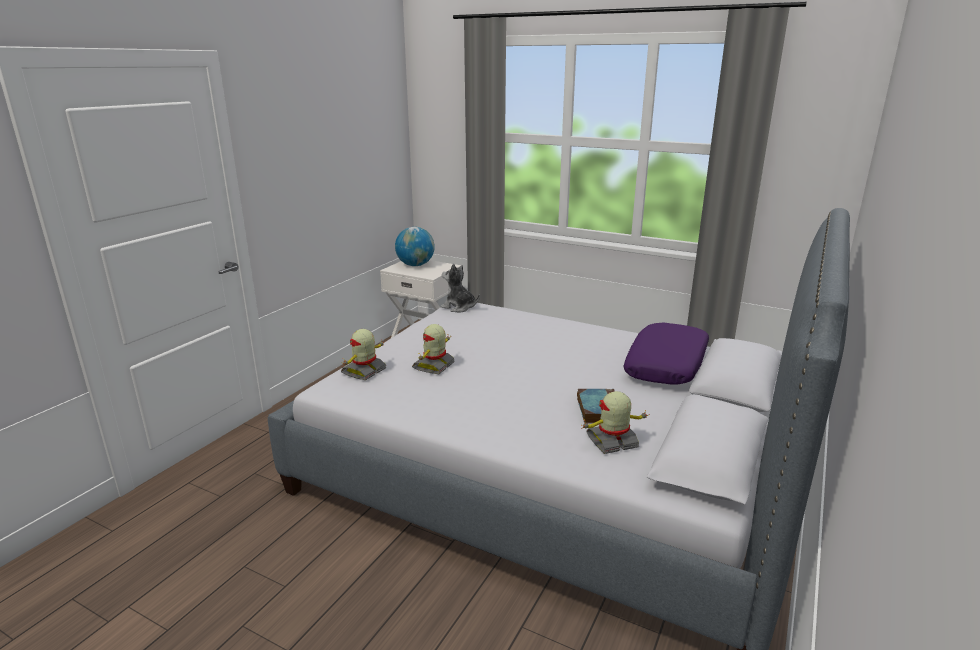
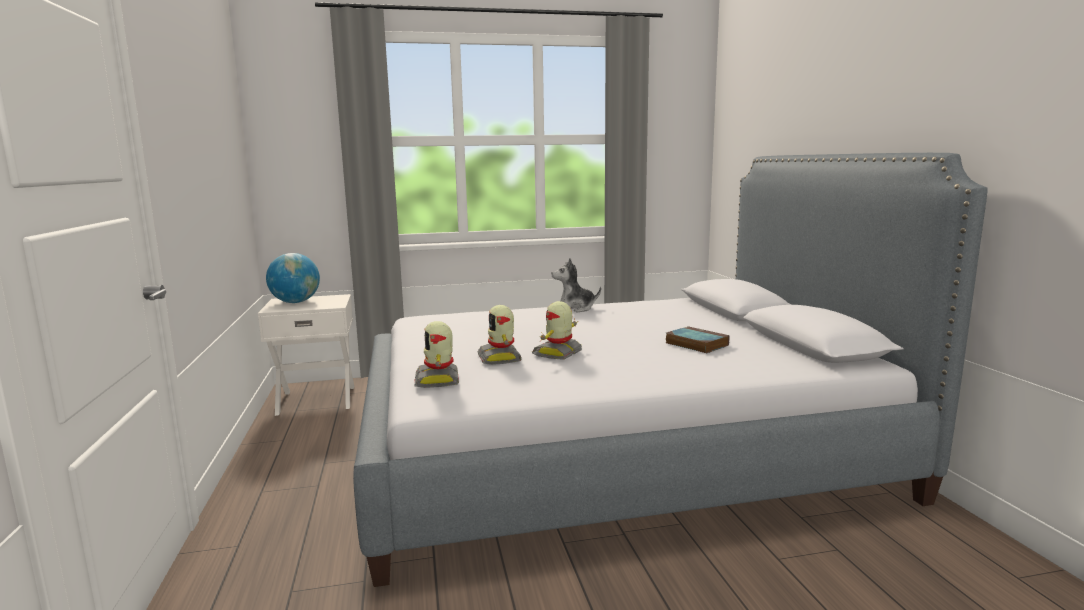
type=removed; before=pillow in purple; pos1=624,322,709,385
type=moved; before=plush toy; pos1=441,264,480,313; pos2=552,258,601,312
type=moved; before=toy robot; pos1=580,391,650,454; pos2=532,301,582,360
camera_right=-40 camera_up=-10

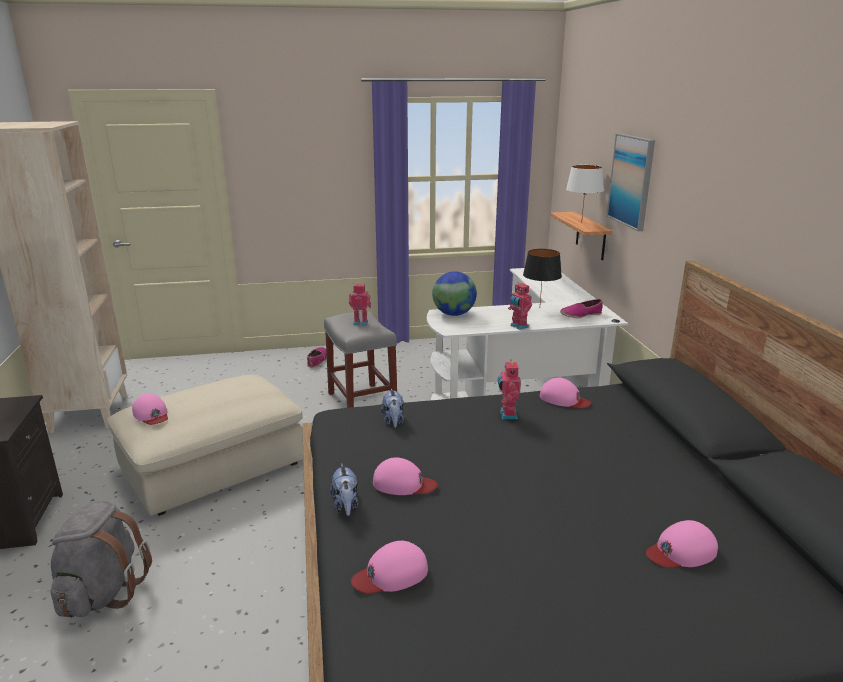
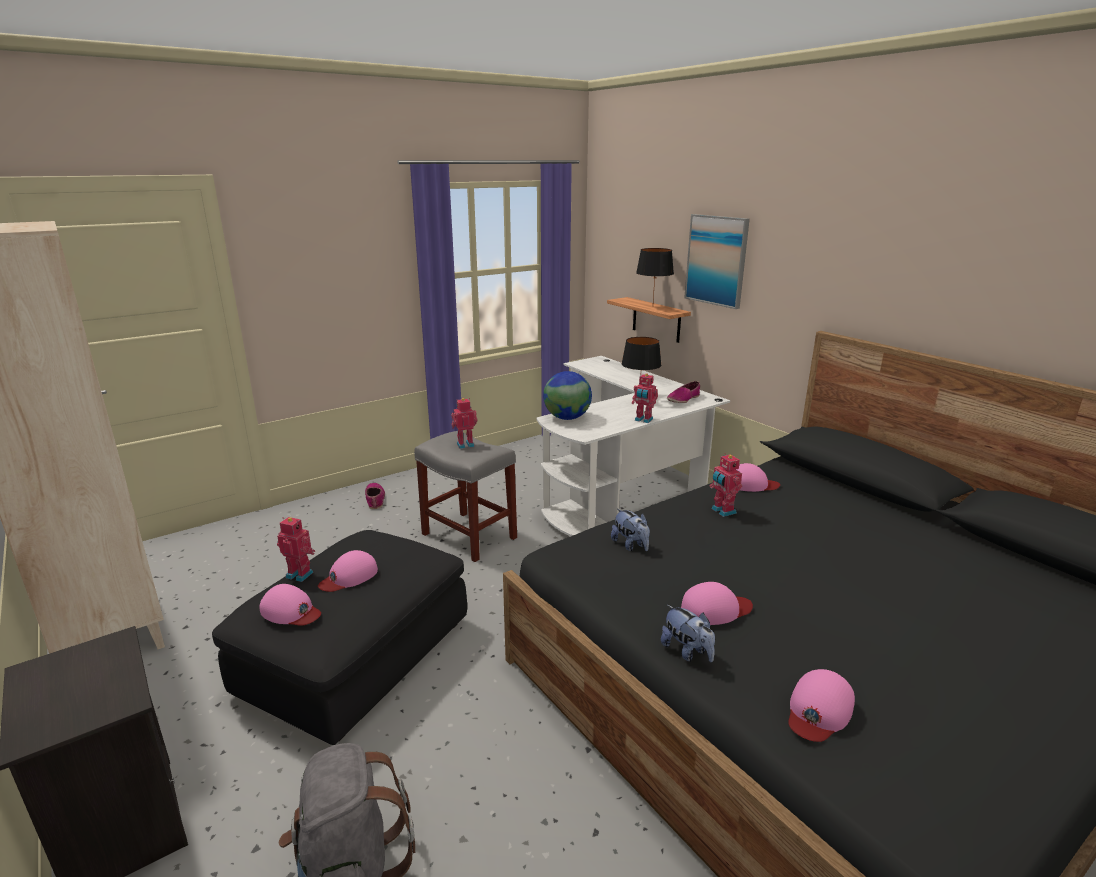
type=added; after=toy robot; pos2=277,517,315,582
type=moved; before=cap in pink; pos1=646,520,718,568; pos2=318,550,378,592
type=recoloured; before=ottoman in beige; after=ottoman in black; pos1=108,375,303,516; pos2=212,530,467,745
type=recoloured; before=table lamp in white; after=table lamp in black; pos1=566,165,604,223; pos2=636,248,674,301
camera_right=-25 camera_up=0

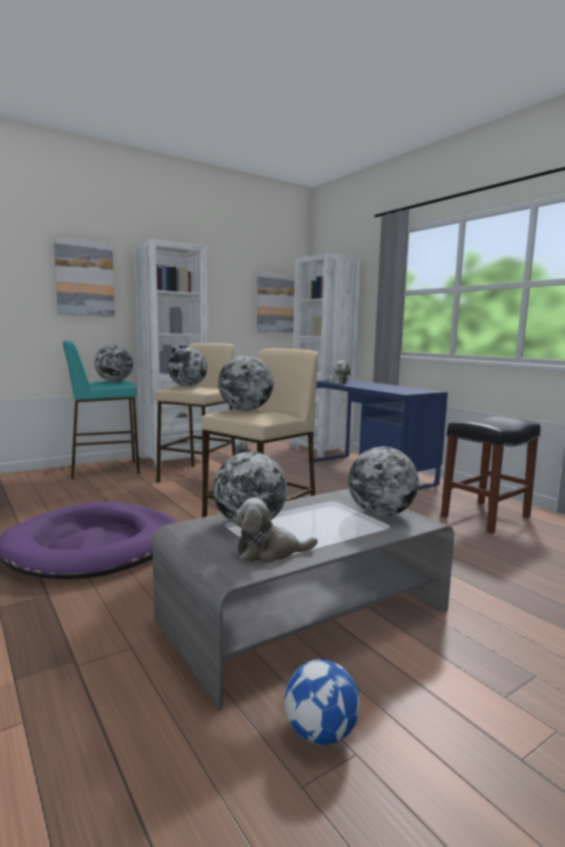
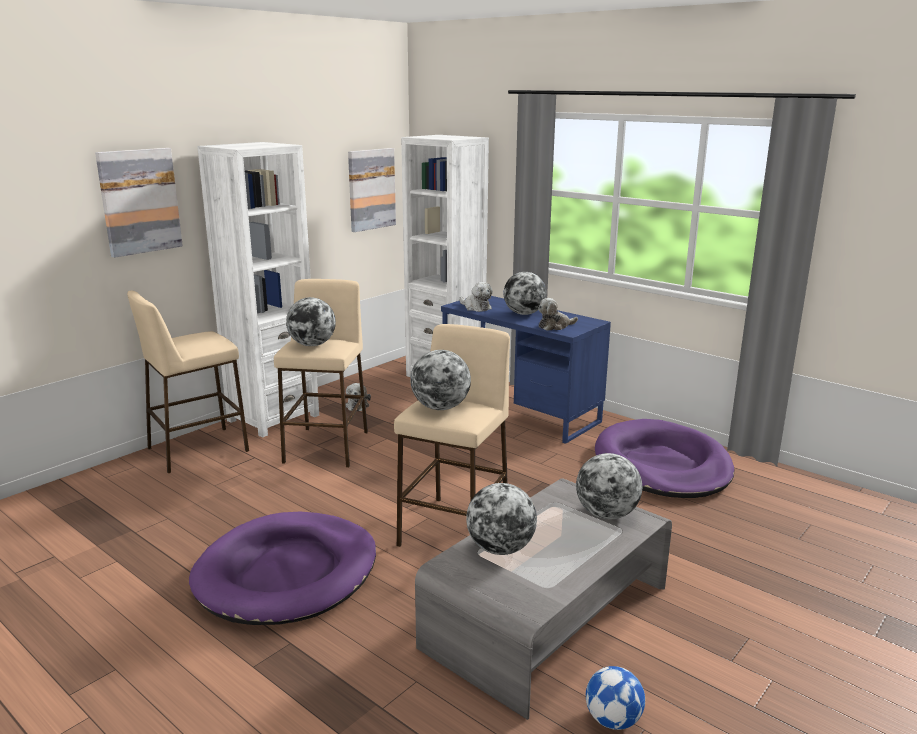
type=moved; before=globe; pos1=95,345,133,382; pos2=504,272,546,315
type=moved; before=plush toy; pos1=233,498,318,563; pos2=538,298,578,331
type=replaced; before=stool in black; after=dog bed in purple; pos1=441,416,541,534; pos2=595,419,734,498
type=recoloured; before=stool in turquoise; after=stool in beige; pos1=63,340,140,479; pos2=127,291,249,473
camera_right=-15 camera_up=10

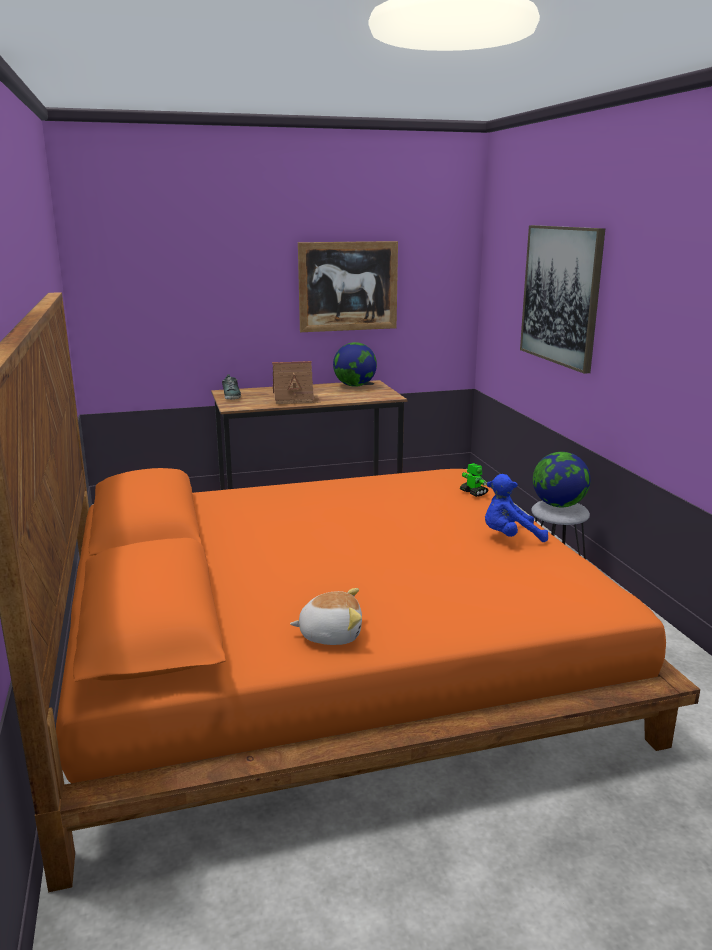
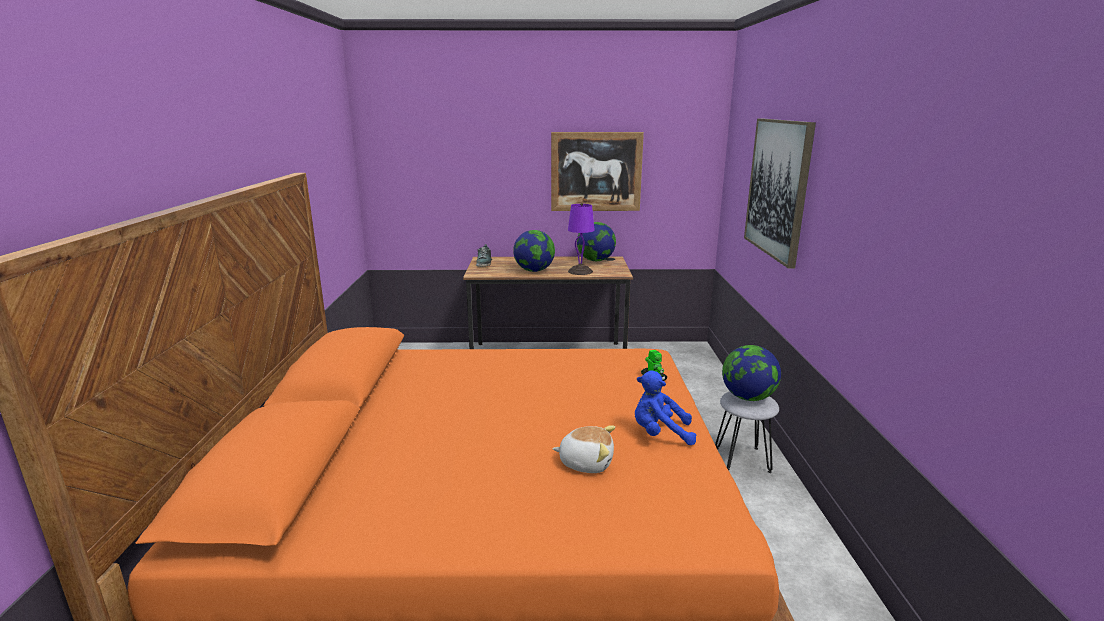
type=added; after=table lamp in purple; pos2=568,203,595,275
type=moved; before=plush toy; pos1=290,588,362,645; pos2=552,425,615,473
type=replaced; before=toy house; after=globe; pos1=272,361,321,405; pos2=513,230,555,272
camera_right=15 camera_up=0

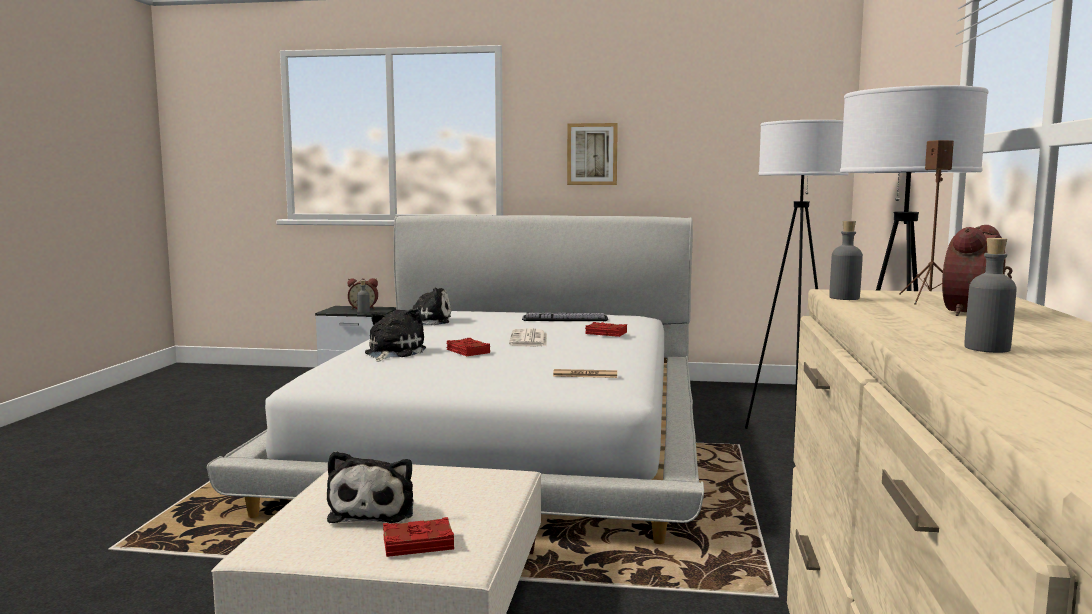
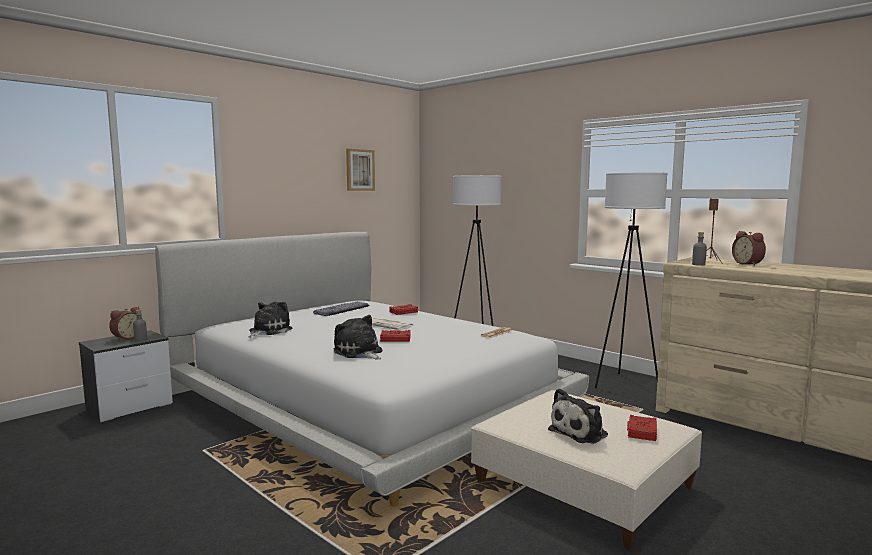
type=removed; before=bottle in grey; pos1=964,238,1017,353
type=moved; before=picture; pos1=567,123,618,185; pos2=346,149,375,191
type=turned; before=plush toy; pos1=327,451,413,523; pos2=548,388,608,444; turn=105
camera_right=-55 camera_up=0

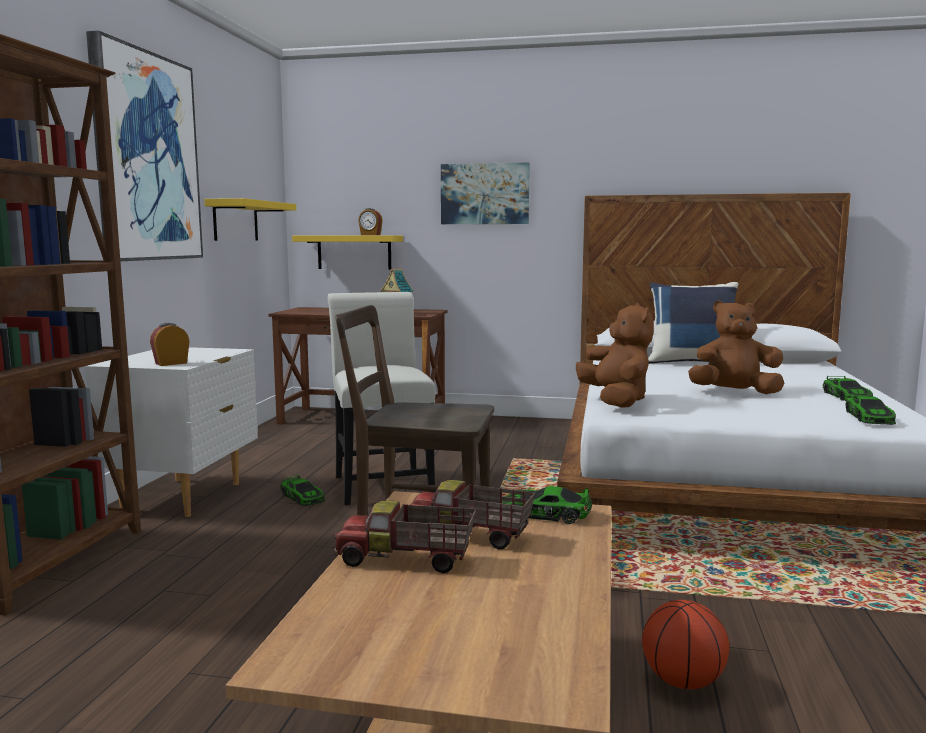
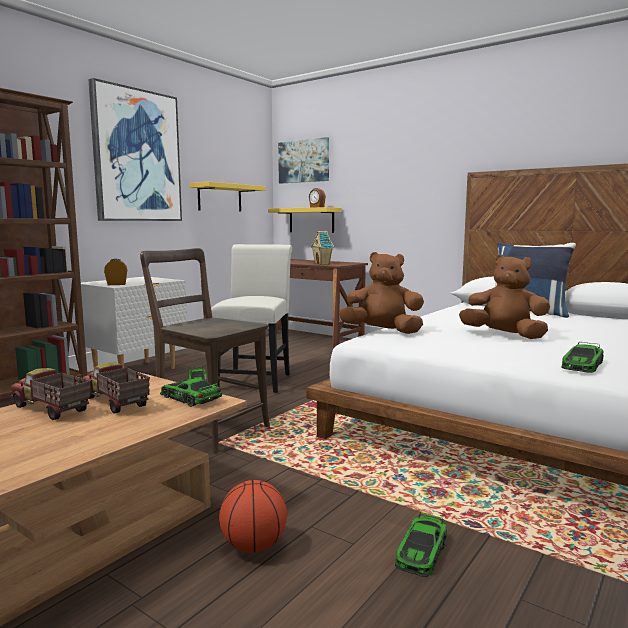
type=moved; before=picture; pos1=441,162,530,224; pos2=278,137,329,183
type=moved; before=toy car; pos1=823,376,873,401; pos2=395,513,447,577
type=turned; before=plush toy in brown; pos1=576,303,654,407; pos2=339,252,424,334; turn=-90
camera_right=25 camera_up=0

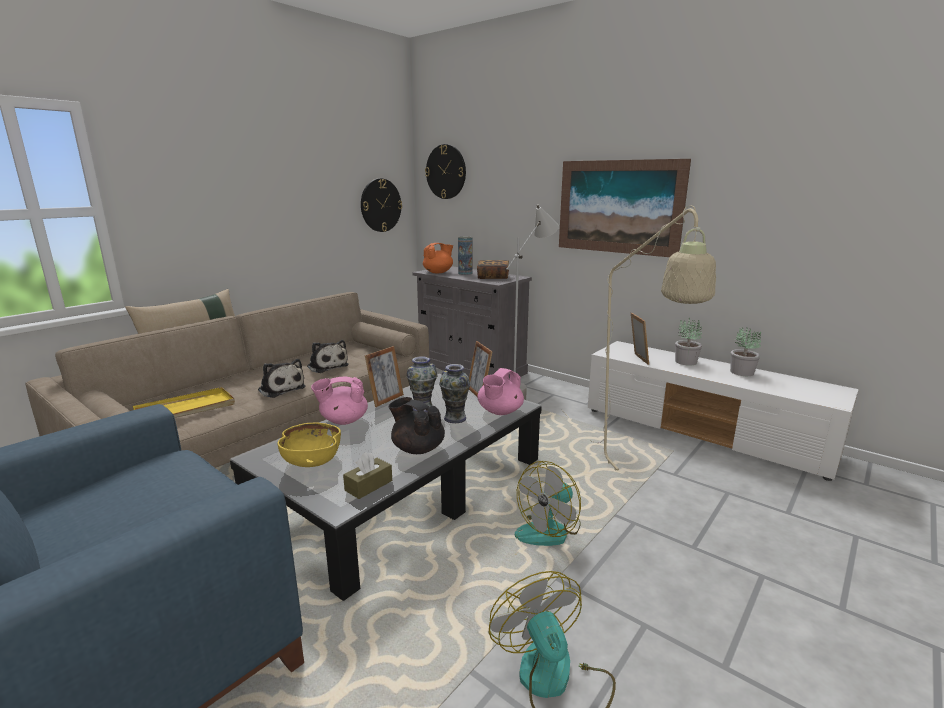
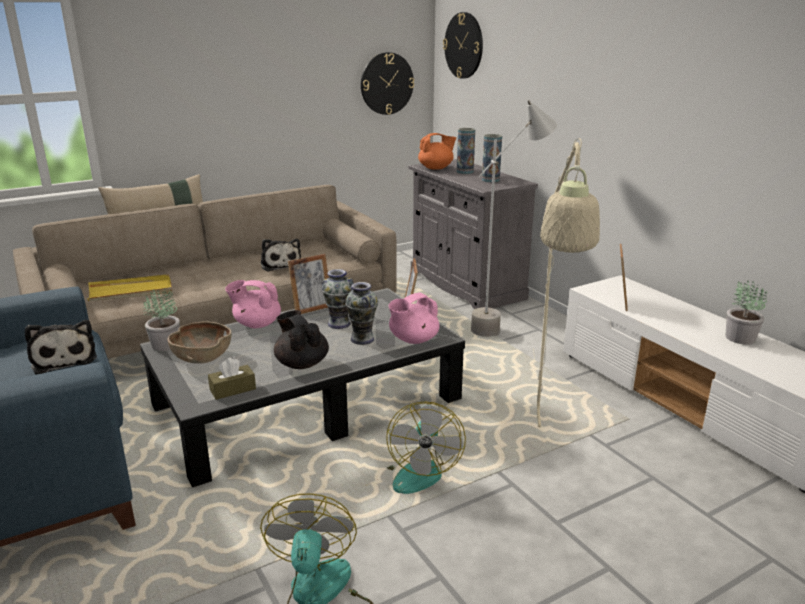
type=removed; before=picture; pos1=559,159,691,257
type=moved; before=plush toy; pos1=258,359,306,398; pos2=25,320,97,375
type=moved; before=potted plant; pos1=675,318,702,366; pos2=143,290,180,351
type=replaced; before=book; after=vase; pos1=477,260,509,279; pos2=482,134,502,183
type=recoloured; before=bowl in yellow; after=bowl in brown; pos1=277,422,341,467; pos2=167,322,232,364
type=turned; before=fan; pos1=515,461,581,546; pos2=386,401,466,494; turn=-60
camera_right=20 camera_up=5

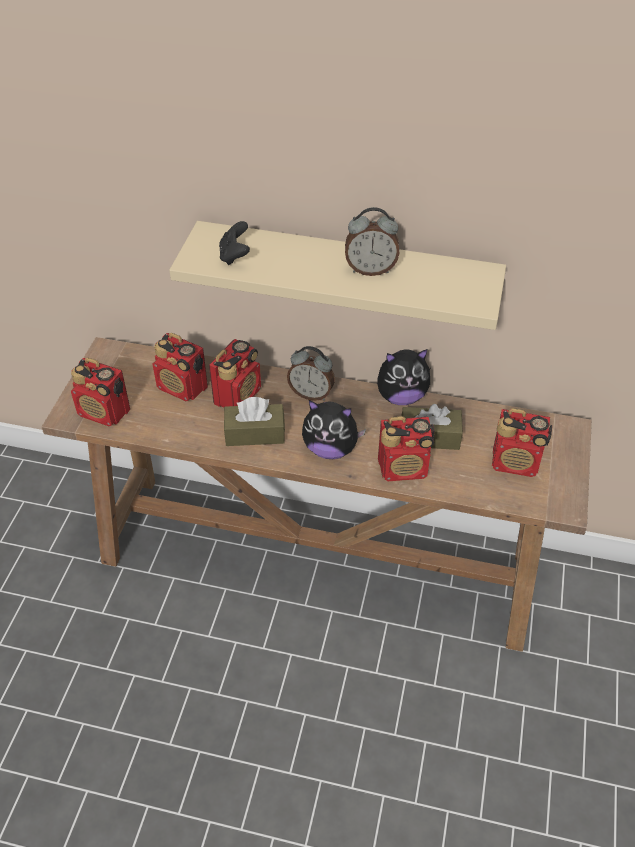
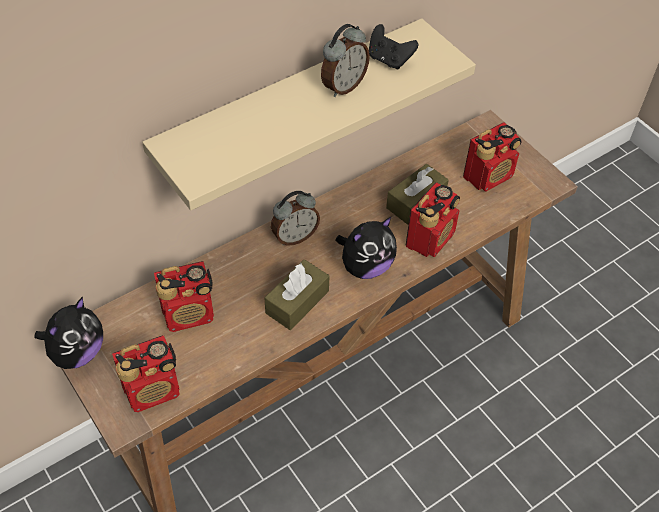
type=removed; before=radio; pos1=209,339,261,407
type=moved; before=game controller in black; pos1=219,221,250,265; pos2=369,24,418,69
type=moved; before=plush toy; pos1=377,349,430,405; pos2=35,296,103,369
camera_right=-50 camera_up=5

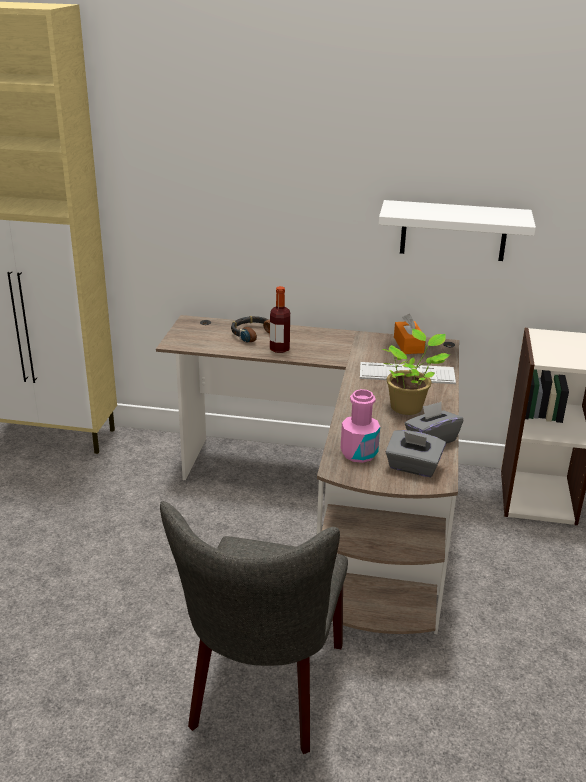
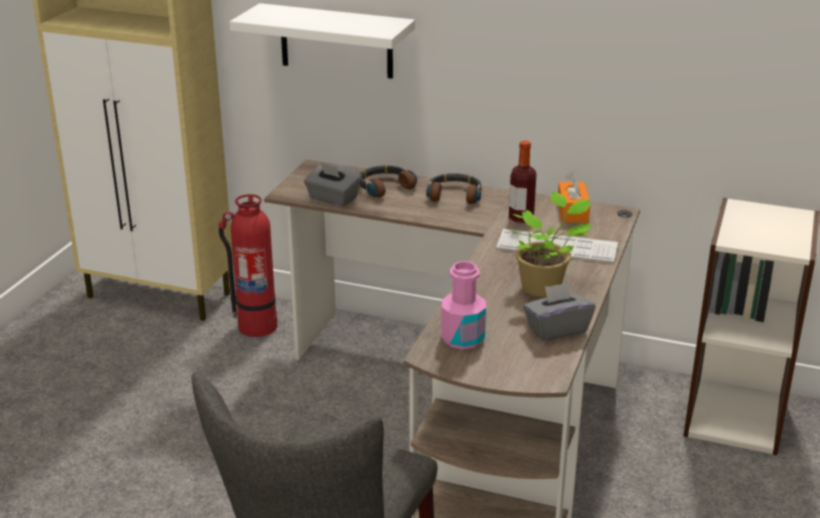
type=added; after=fire extinguisher; pos2=218,194,277,337
type=added; after=headphones; pos2=426,173,482,204
type=moved; before=bottle; pos1=270,286,290,353; pos2=509,141,536,223
type=moved; before=shelf in white; pos1=379,200,536,261; pos2=230,3,415,79
type=moved; before=tissue box in grey; pos1=385,430,446,477; pos2=304,162,361,207
camera_right=10 camera_up=0

